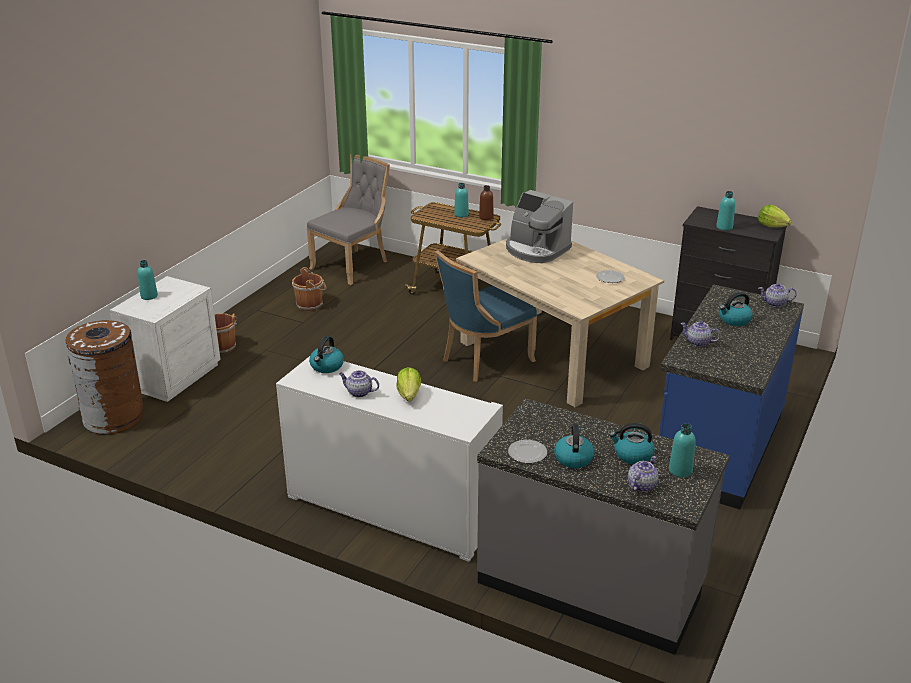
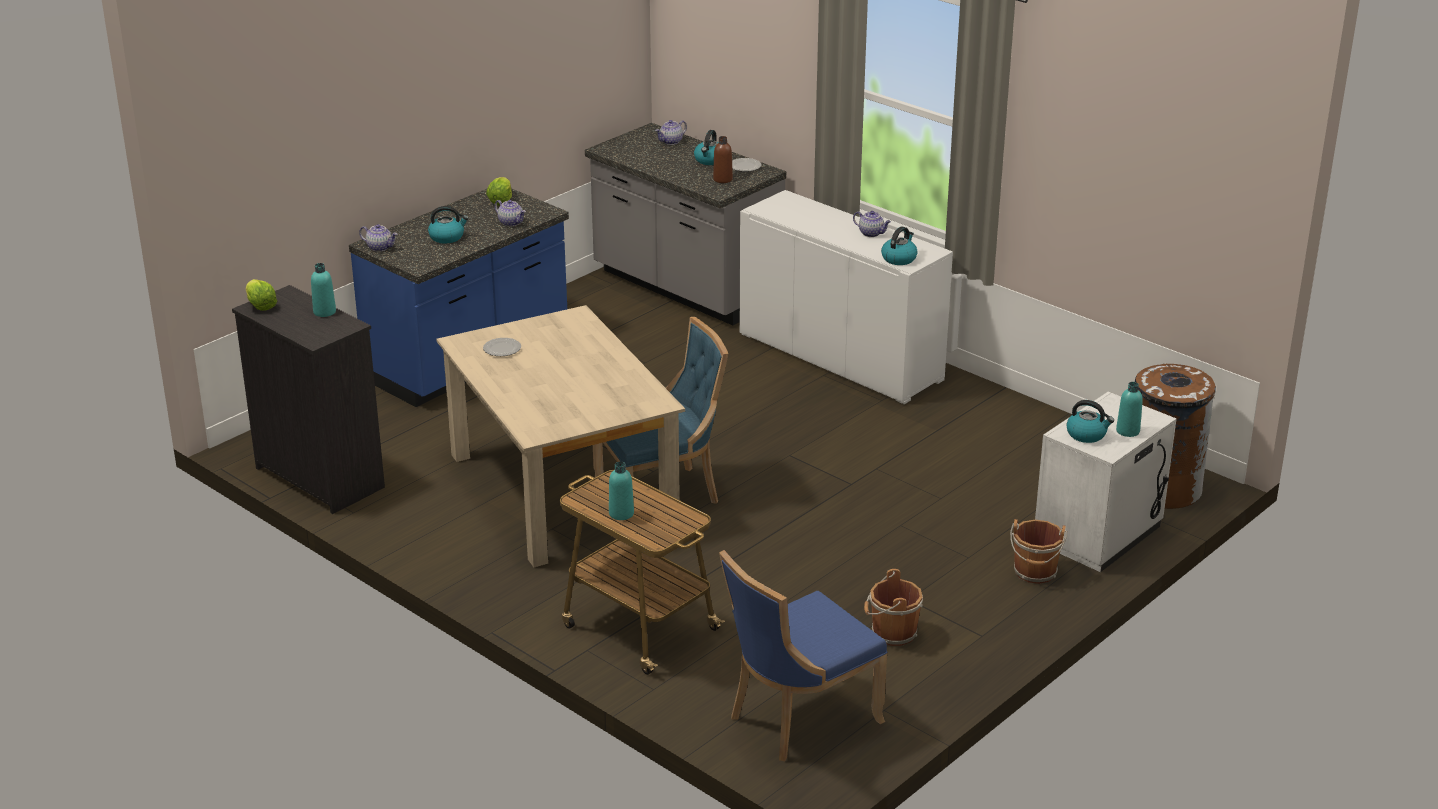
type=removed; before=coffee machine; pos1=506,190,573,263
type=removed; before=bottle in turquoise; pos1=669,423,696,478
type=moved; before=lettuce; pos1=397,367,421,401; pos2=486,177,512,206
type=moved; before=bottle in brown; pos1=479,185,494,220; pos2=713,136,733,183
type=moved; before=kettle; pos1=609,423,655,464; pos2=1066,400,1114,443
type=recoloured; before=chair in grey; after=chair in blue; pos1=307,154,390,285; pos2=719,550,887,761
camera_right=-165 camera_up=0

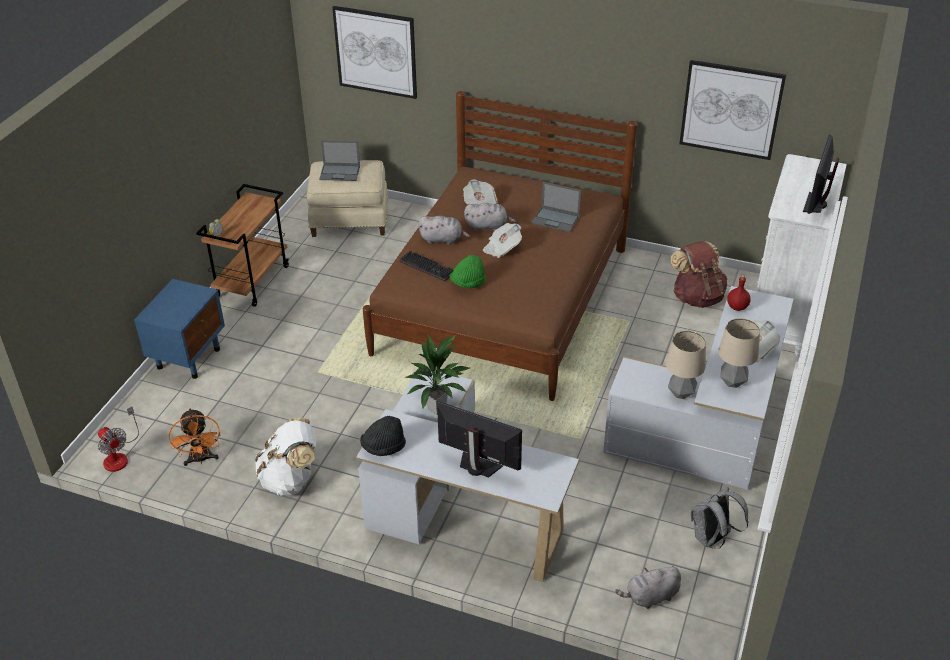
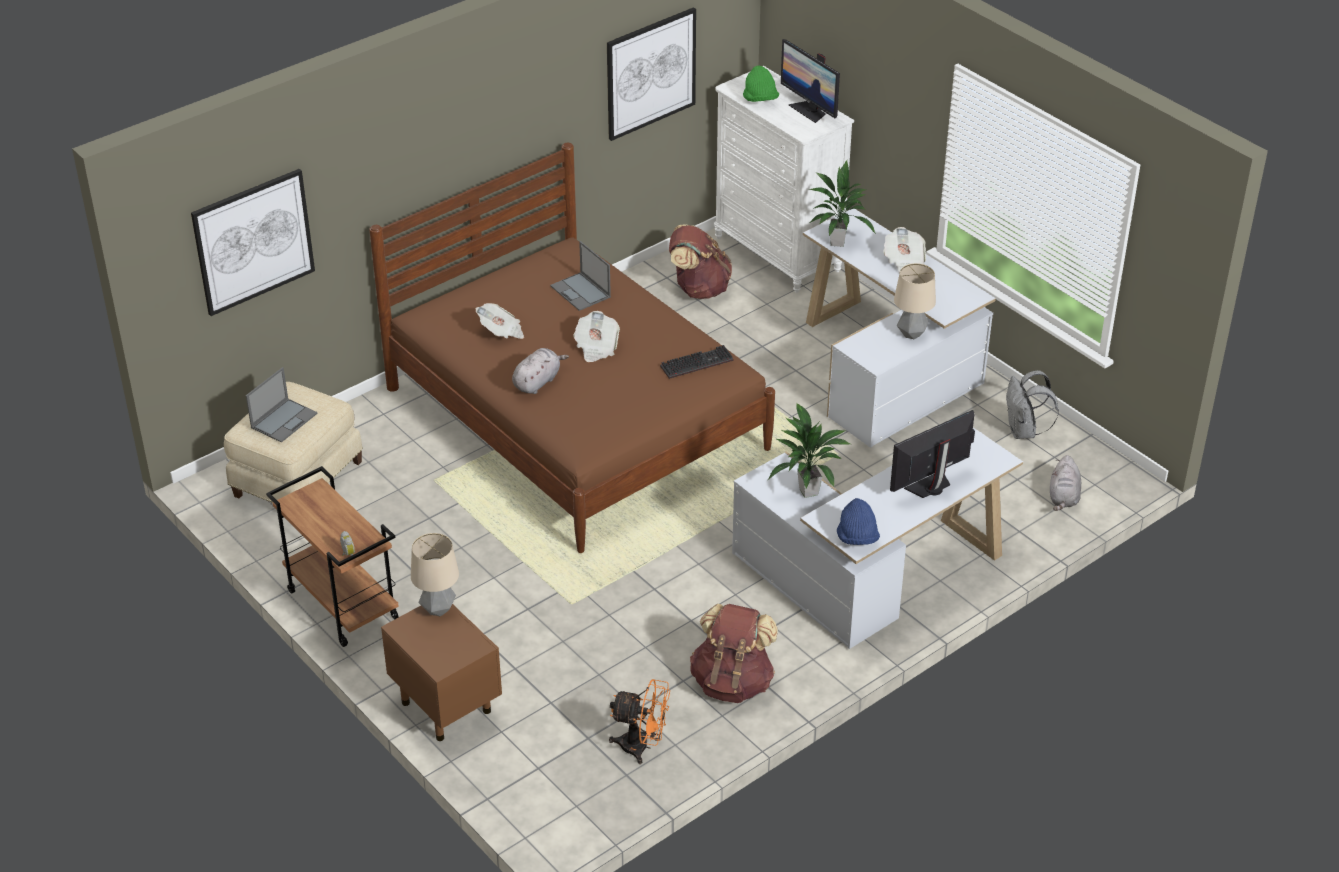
type=removed; before=fan; pos1=98,407,139,472
type=removed; before=plush toy in grey; pos1=464,203,516,231
type=moved; before=keyboard; pos1=399,251,454,281; pos2=660,345,734,379
type=moved; before=hat in green; pos1=450,255,486,288; pos2=743,65,779,102
type=moved; before=table lamp; pos1=718,318,760,388; pos2=411,533,459,616
type=replaced; before=bottle in red; after=potted plant; pos1=727,275,751,311; pos2=809,160,876,247
type=recoloured; before=nightstand in blue; after=nightstand in brown; pos1=134,279,225,379; pos2=381,604,502,741
type=recoloured; before=backpack in white; after=backpack in brown; pos1=255,418,316,496; pos2=690,604,778,703
type=recoloured; before=hat in black; after=hat in blue; pos1=360,416,406,456; pos2=837,498,880,545
type=turned; before=laptop; pos1=531,182,581,232; pos2=550,241,611,311; turn=90
camera_right=-60 camera_up=0

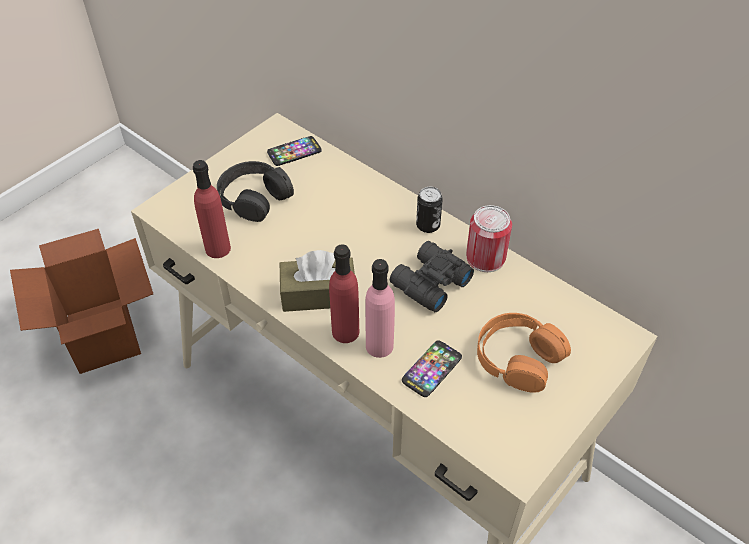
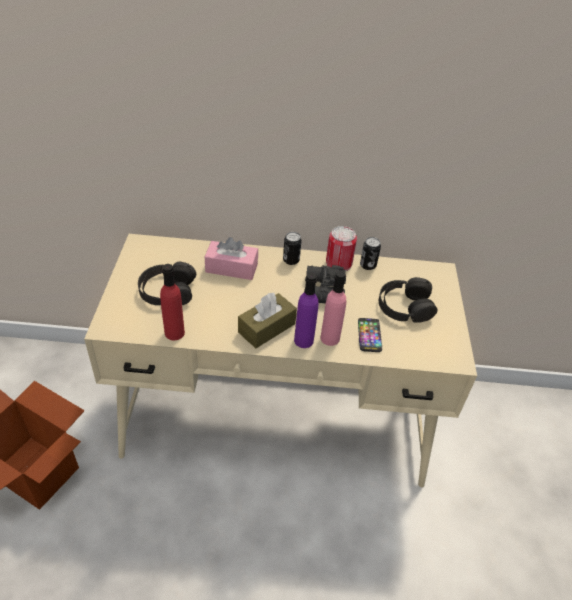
type=removed; before=phone; pos1=267,136,321,166
type=added; after=tissue box in pink; pos2=205,237,258,280
type=added; after=can; pos2=360,237,381,270
type=recoloured; before=bottle in red; after=bottle in purple; pos1=329,244,359,343; pos2=294,273,319,348
type=recoloured; before=headphones in orange; after=headphones in black; pos1=477,313,571,393; pos2=379,277,437,323
camera_right=-40 camera_up=-5

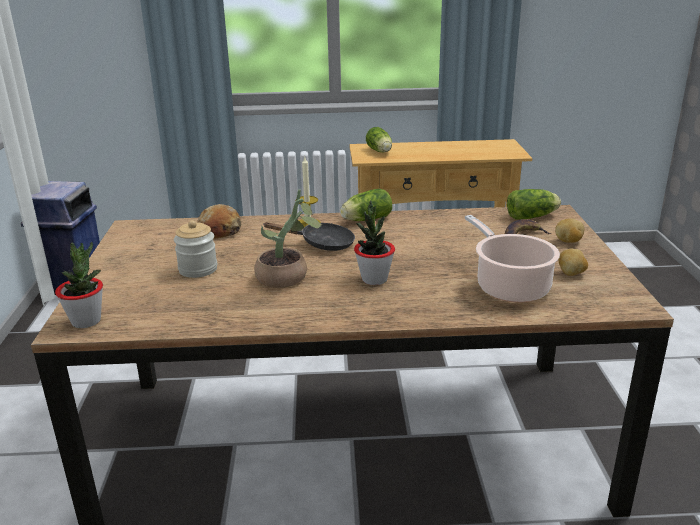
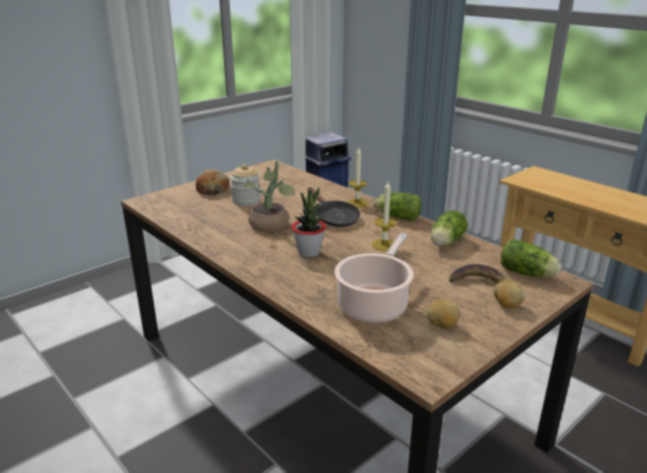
type=removed; before=potted plant; pos1=55,242,103,328
type=added; after=candle; pos2=372,182,397,251
type=moved; before=bread; pos1=197,204,241,239; pos2=196,169,229,195
type=moved; before=lettuce; pos1=366,127,392,152; pos2=431,210,468,246
camera_right=50 camera_up=0

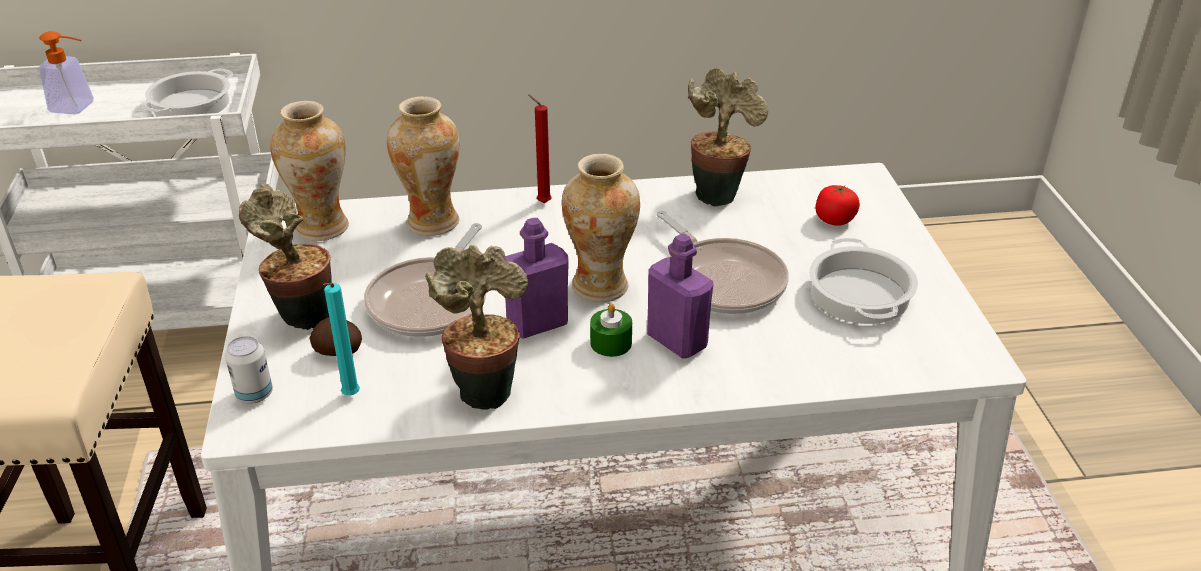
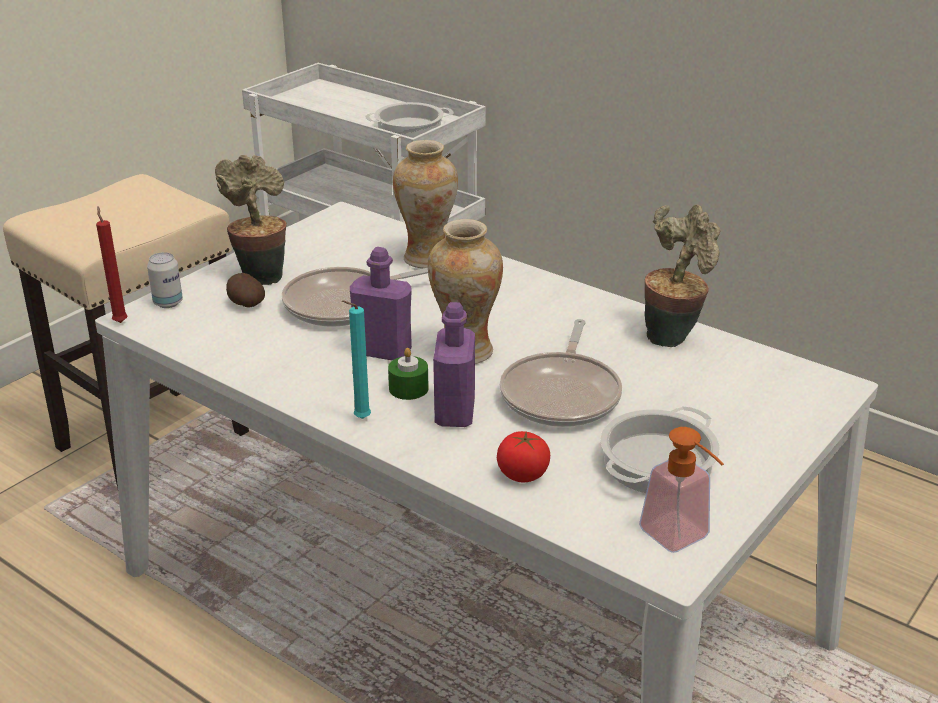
type=removed; before=vase; pos1=270,101,349,241
type=removed; before=potted plant; pos1=425,245,528,410
type=moved; before=soap dispenser; pos1=39,31,94,115; pos2=639,427,724,553
type=moved; before=candle in turquoise; pos1=323,283,360,395; pos2=342,300,371,419
type=moved; before=candle in red; pos1=528,94,552,203; pos2=96,206,127,323
type=moved; before=tomato; pos1=816,185,860,226; pos2=497,431,550,482
camera_right=45 camera_up=-5

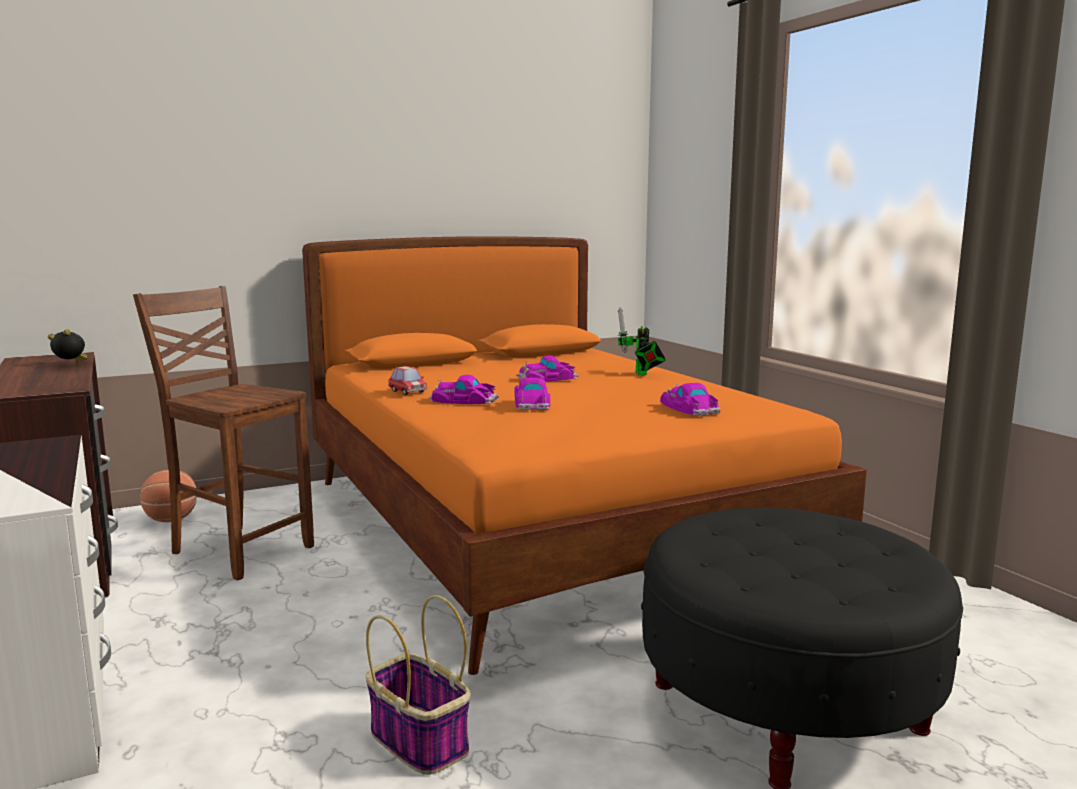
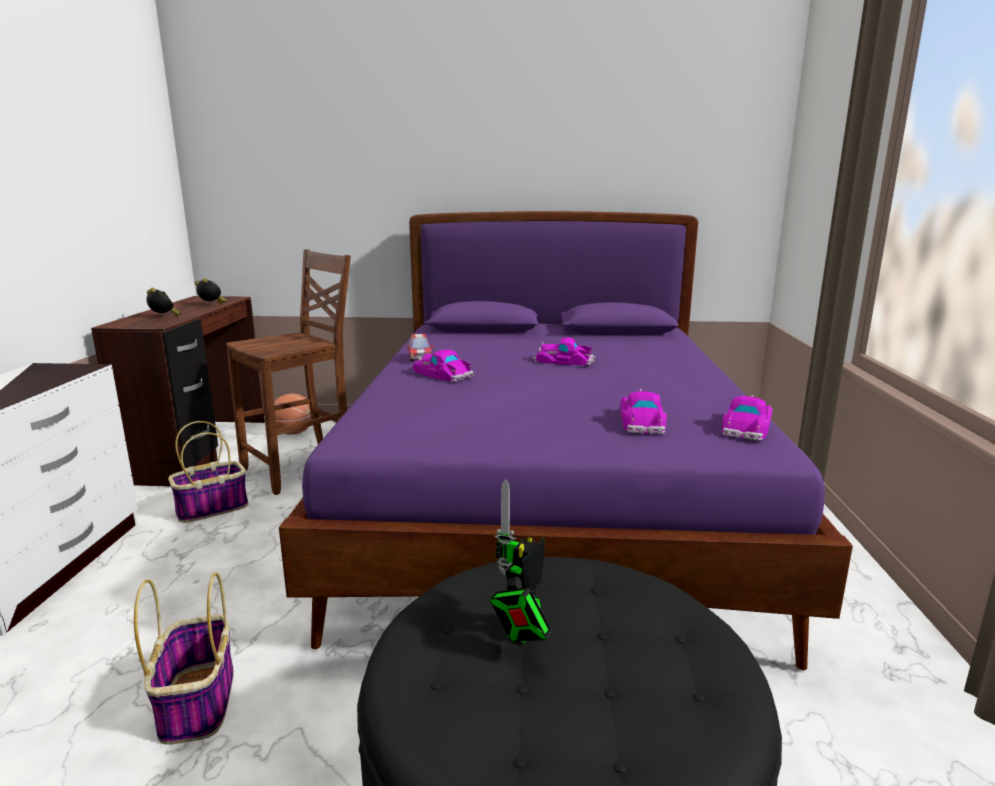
type=added; after=alarm clock; pos2=146,288,181,316
type=added; after=basket; pos2=168,421,248,523
type=moved; before=toy car; pos1=514,378,550,410; pos2=722,394,772,441
type=moved; before=toy robot; pos1=618,307,665,375; pos2=489,479,552,643
type=recoloured; before=bed in orange; after=bed in purple; pos1=302,236,867,675; pos2=279,211,853,670
type=turned; before=chair in brown; pos1=133,286,314,580; pos2=226,249,351,495; turn=75
camera_right=30 camera_up=5

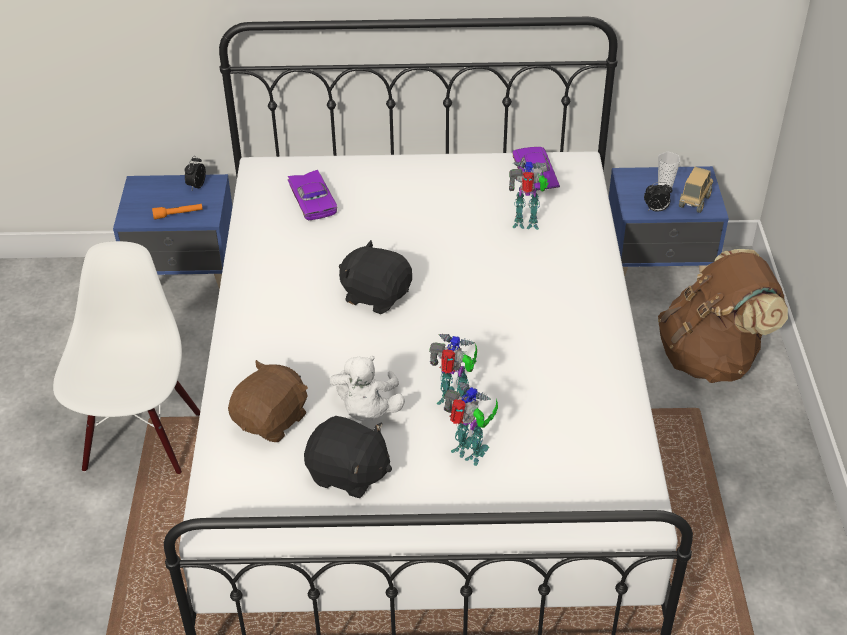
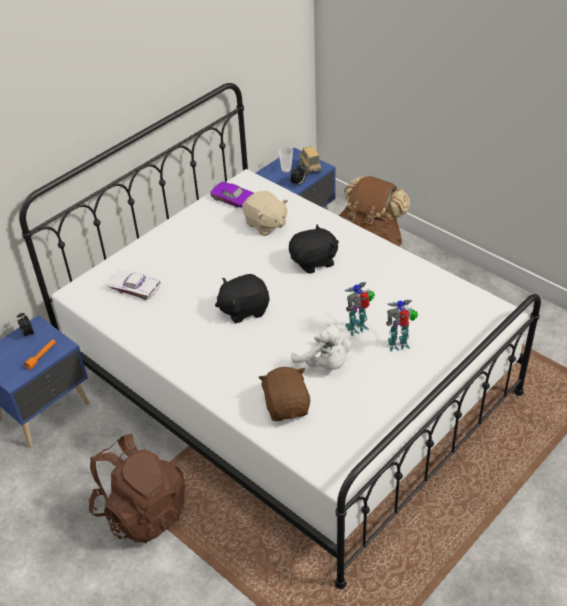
type=moved; before=plush toy in black; pos1=304,416,392,498; pos2=289,224,339,274
type=replaced; before=chair in white; after=backpack in brown; pos1=53,241,200,474; pos2=89,434,185,543
type=replaced; before=toy robot; after=plush toy in beige; pos1=509,161,548,230; pos2=242,191,288,236
type=recoloured; before=toy car in purple; after=toy car in white; pos1=287,170,337,220; pos2=105,269,160,300
camera_right=-45 camera_up=0

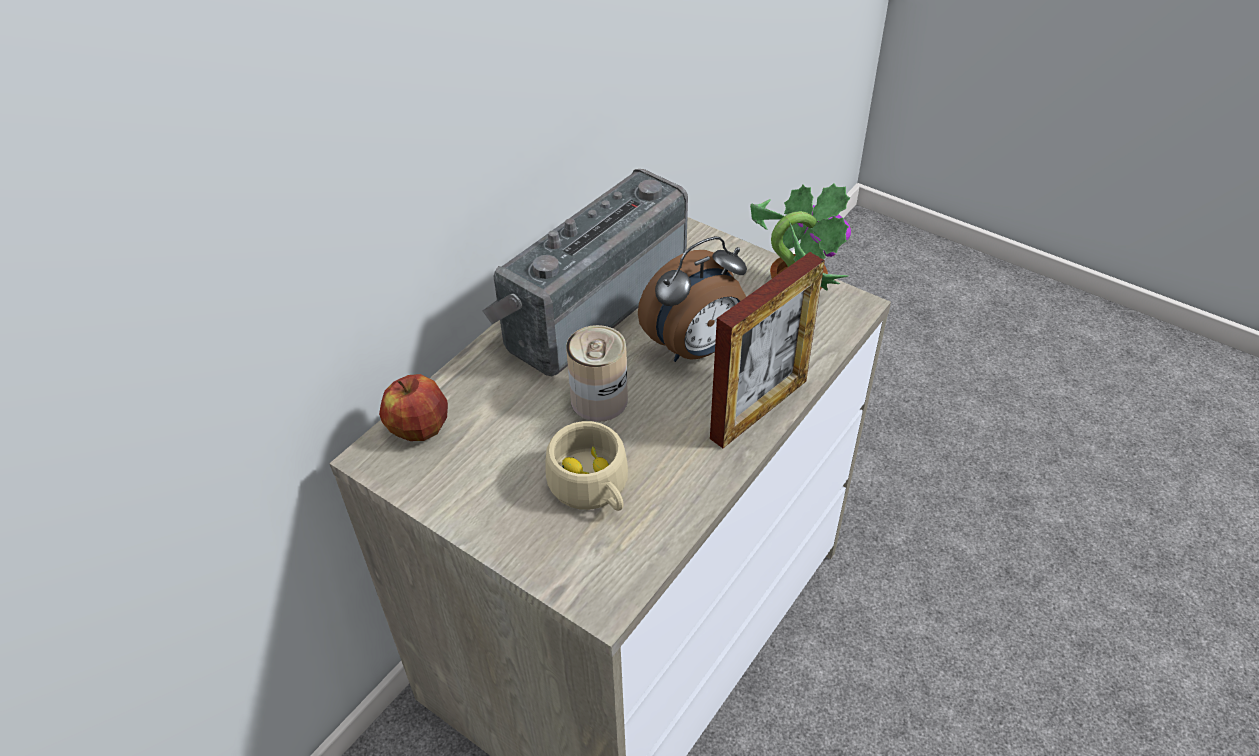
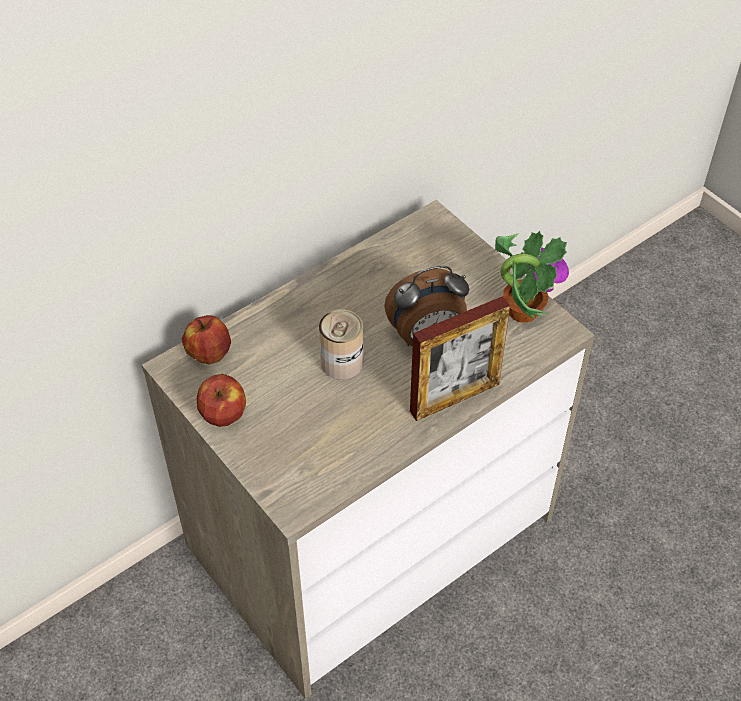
type=removed; before=radio; pos1=483,169,688,376
type=removed; before=cup in beige; pos1=545,421,628,511
type=added; after=apple; pos2=197,374,246,427
camera_right=15 camera_up=5

